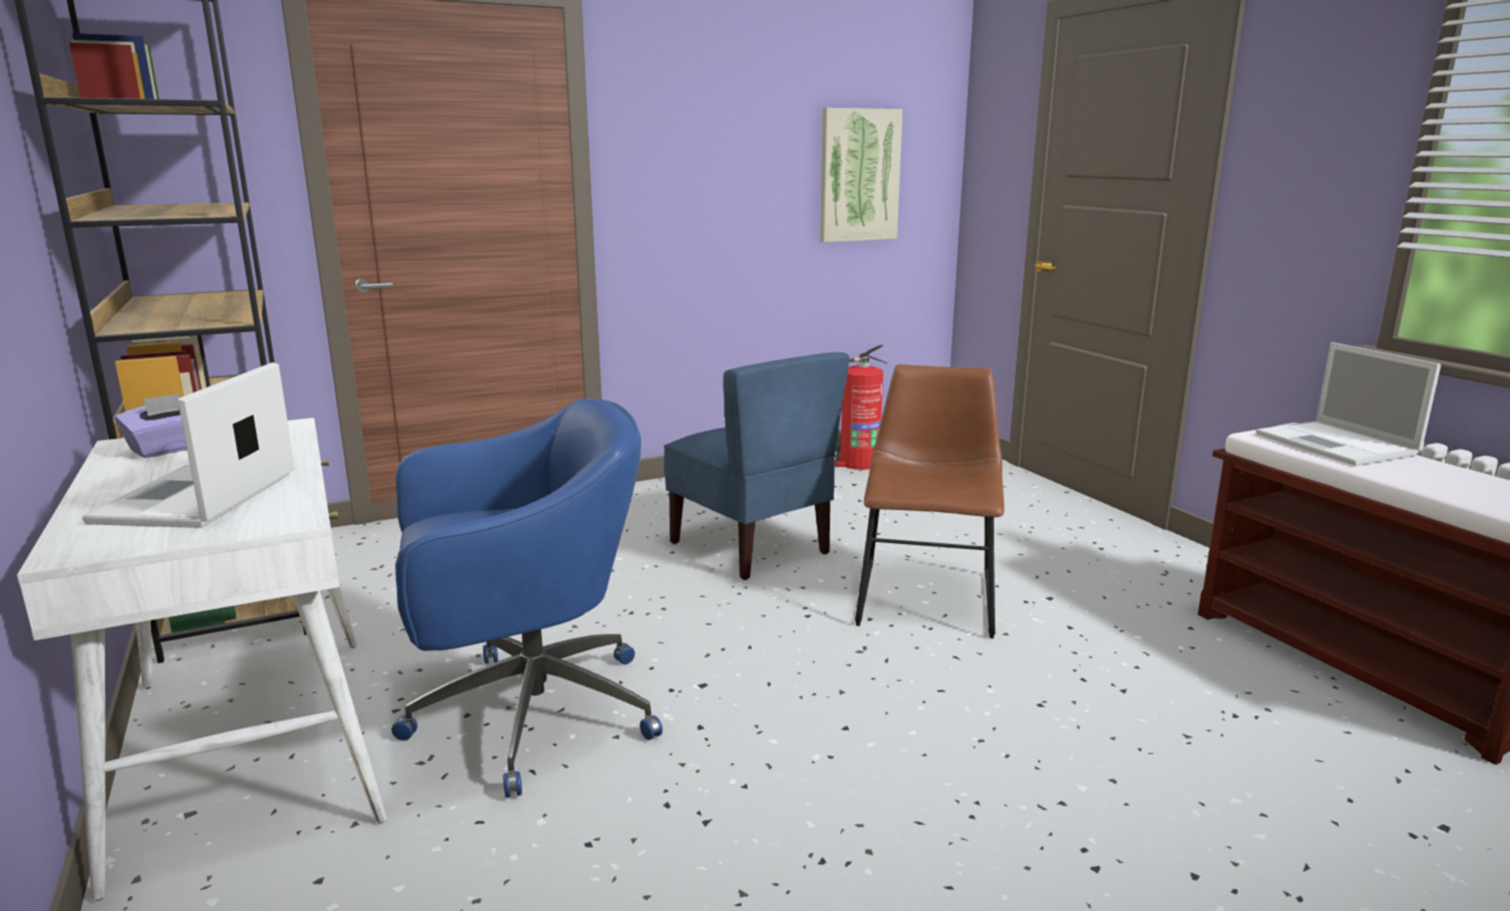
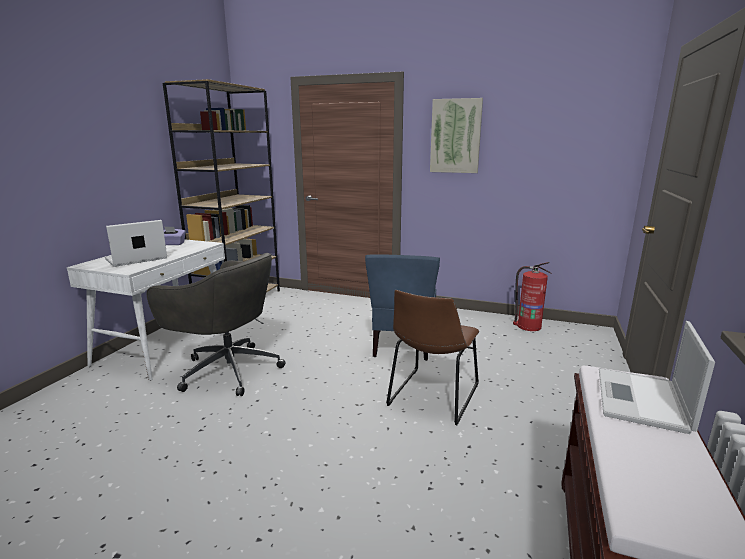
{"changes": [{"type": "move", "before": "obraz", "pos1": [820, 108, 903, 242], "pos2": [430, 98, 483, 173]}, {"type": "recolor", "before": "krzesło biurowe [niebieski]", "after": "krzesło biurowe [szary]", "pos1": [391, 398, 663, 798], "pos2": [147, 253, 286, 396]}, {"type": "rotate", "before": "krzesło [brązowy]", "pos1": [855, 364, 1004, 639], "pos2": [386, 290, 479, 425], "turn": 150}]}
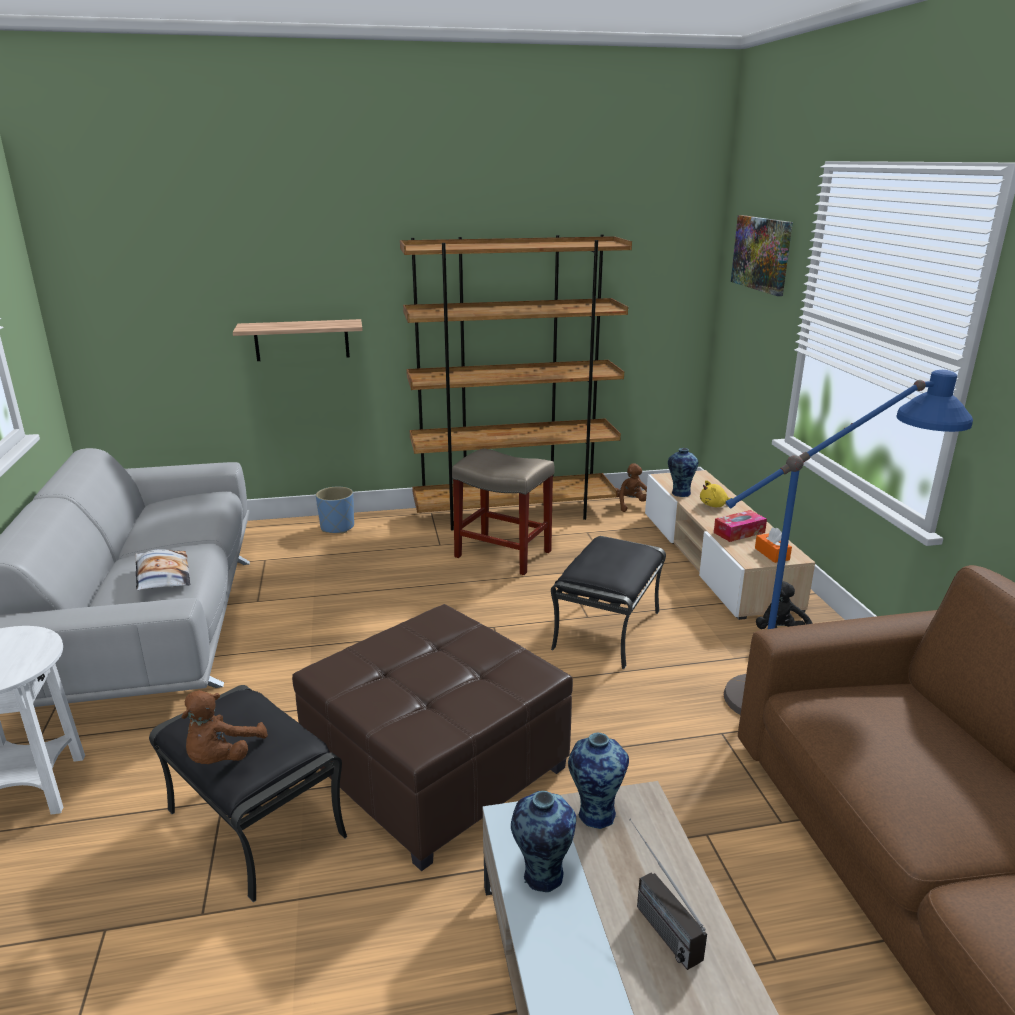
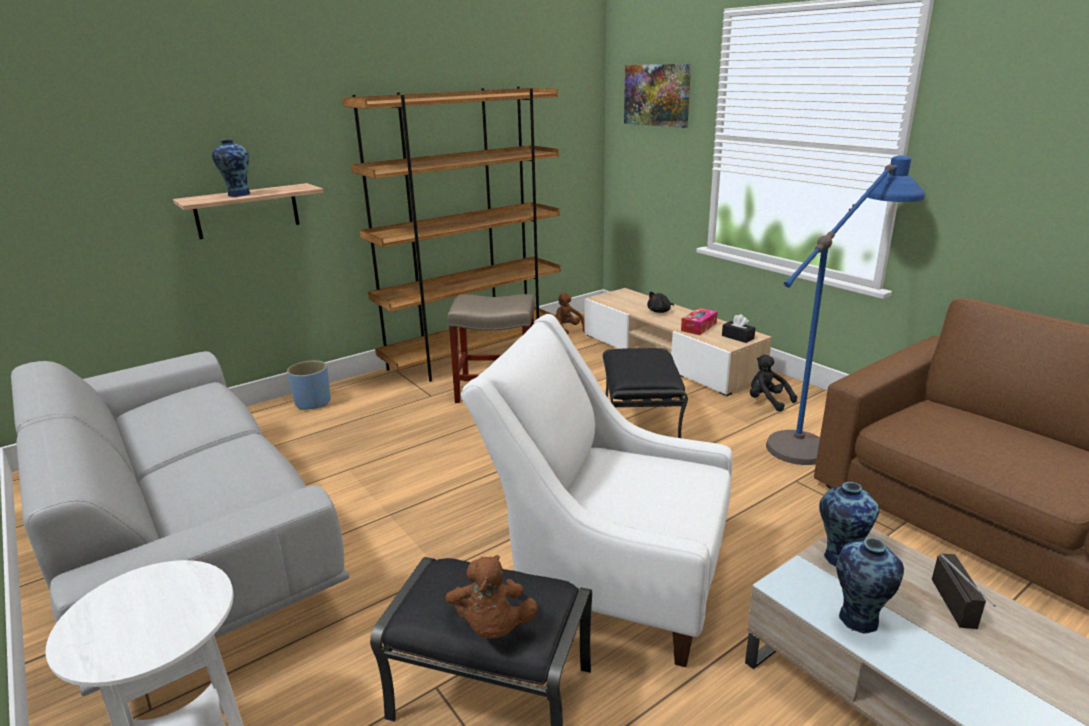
{"changes": [{"type": "delete", "before": "poduszka", "pos1": [135, 549, 191, 591]}, {"type": "move", "before": "wazon", "pos1": [668, 448, 698, 497], "pos2": [212, 139, 250, 197]}, {"type": "replace", "before": "pufa [brązowy]", "after": "fotel [biały]", "pos1": [292, 604, 573, 871], "pos2": [461, 314, 733, 667]}, {"type": "recolor", "before": "pluszak [żółty]", "after": "pluszak [czarny]", "pos1": [700, 480, 733, 507], "pos2": [647, 291, 674, 313]}, {"type": "recolor", "before": "pudełko chusteczek [pomarańczowy]", "after": "pudełko chusteczek [czarny]", "pos1": [755, 527, 792, 563], "pos2": [722, 314, 755, 343]}, {"type": "rotate", "before": "radio", "pos1": [629, 819, 707, 970], "pos2": [932, 554, 996, 629], "turn": -120}]}
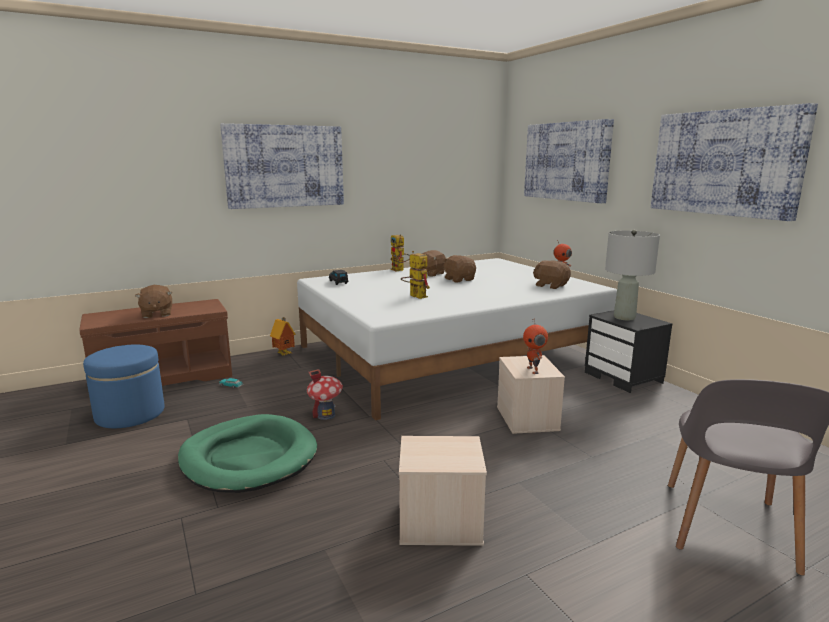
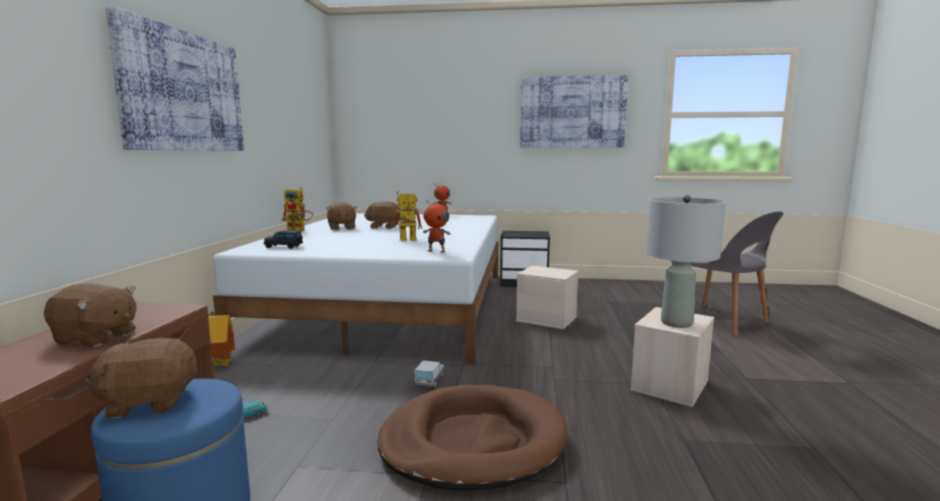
{"changes": [{"type": "delete", "before": "obraz", "pos1": [524, 119, 614, 203]}, {"type": "move", "before": "robot zabawkowy", "pos1": [523, 318, 548, 374], "pos2": [423, 200, 451, 253]}, {"type": "move", "before": "pluszak [brązowy]", "pos1": [533, 260, 571, 289], "pos2": [85, 338, 198, 419]}, {"type": "move", "before": "lampa stołowa [szary]", "pos1": [605, 230, 660, 320], "pos2": [646, 195, 726, 328]}, {"type": "replace", "before": "domek", "after": "ciężarówka zabawkowa", "pos1": [307, 369, 343, 420], "pos2": [415, 360, 444, 388]}, {"type": "recolor", "before": "legowisko [zielony]", "after": "legowisko [brązowy]", "pos1": [178, 414, 317, 493], "pos2": [377, 385, 568, 491]}]}
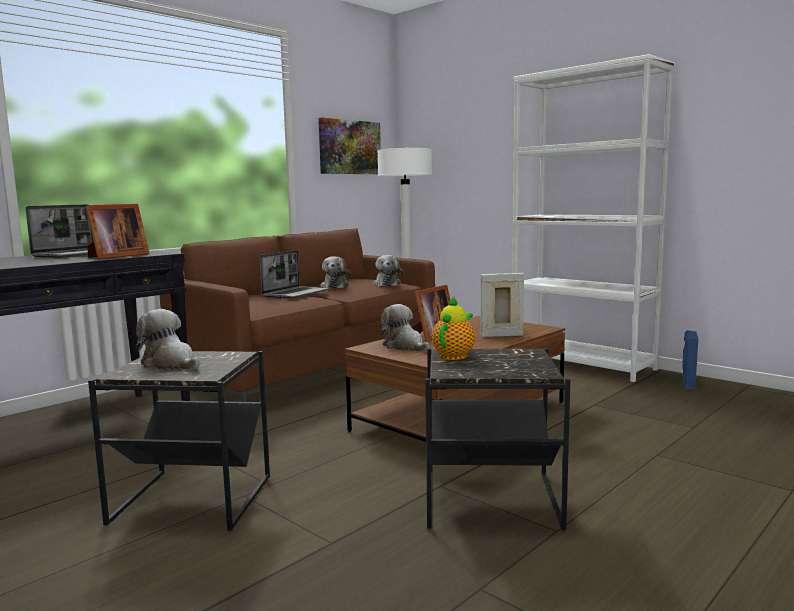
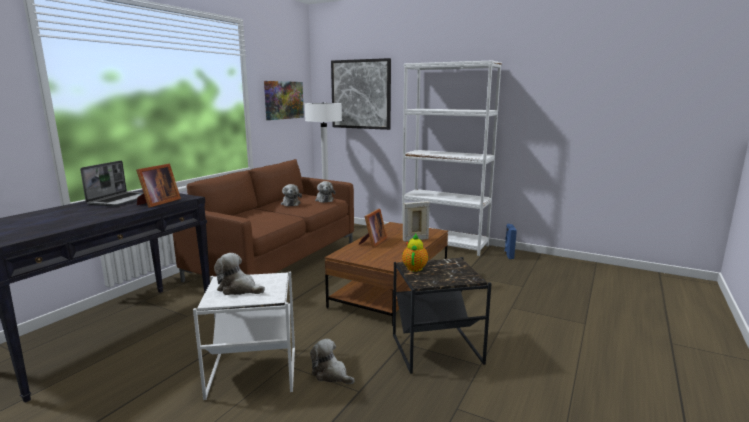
{"changes": [{"type": "delete", "before": "laptop", "pos1": [260, 250, 329, 299]}, {"type": "insert", "after": "obraz", "pos2": [331, 58, 391, 130]}, {"type": "move", "before": "pluszak", "pos1": [381, 304, 430, 352], "pos2": [310, 339, 355, 384]}, {"type": "recolor", "before": "stolik [czarny]", "after": "stolik [biały]", "pos1": [88, 351, 270, 531], "pos2": [193, 272, 295, 400]}]}
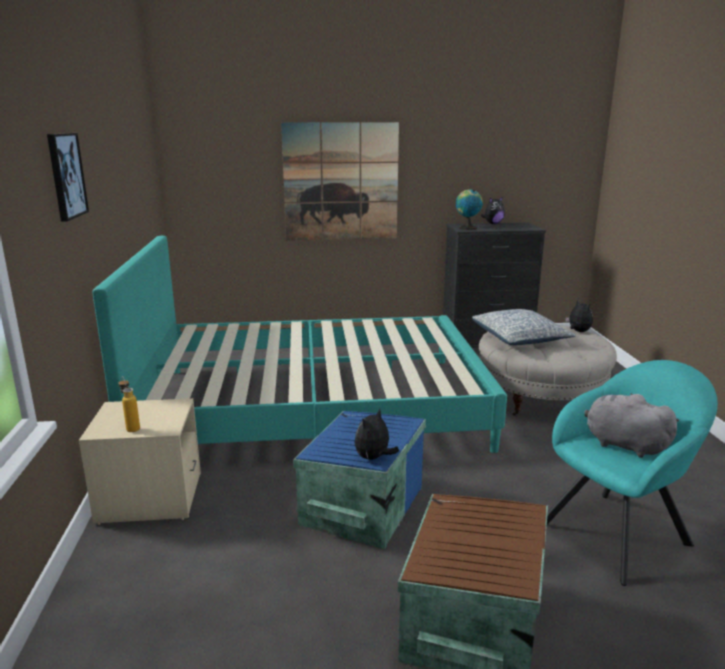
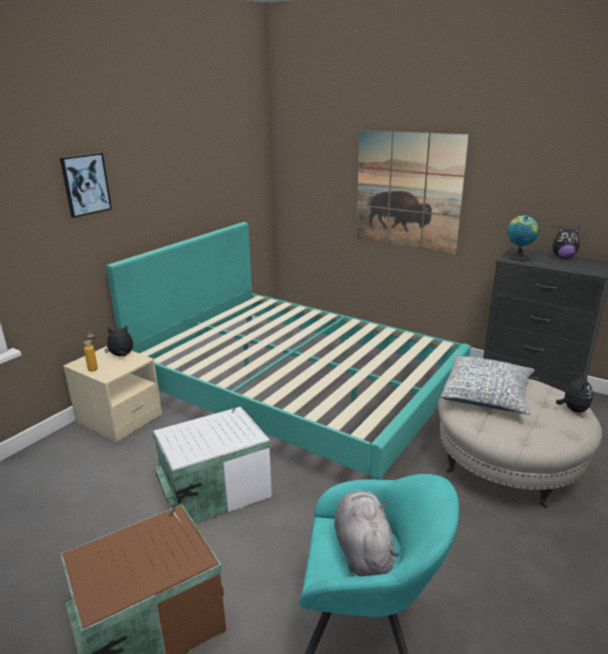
{"changes": [{"type": "move", "before": "pluszak", "pos1": [354, 408, 399, 460], "pos2": [105, 326, 133, 356]}, {"type": "recolor", "before": "pojemnik do przechowywania [niebieski]", "after": "pojemnik do przechowywania [biały]", "pos1": [293, 411, 426, 549], "pos2": [153, 407, 272, 524]}]}
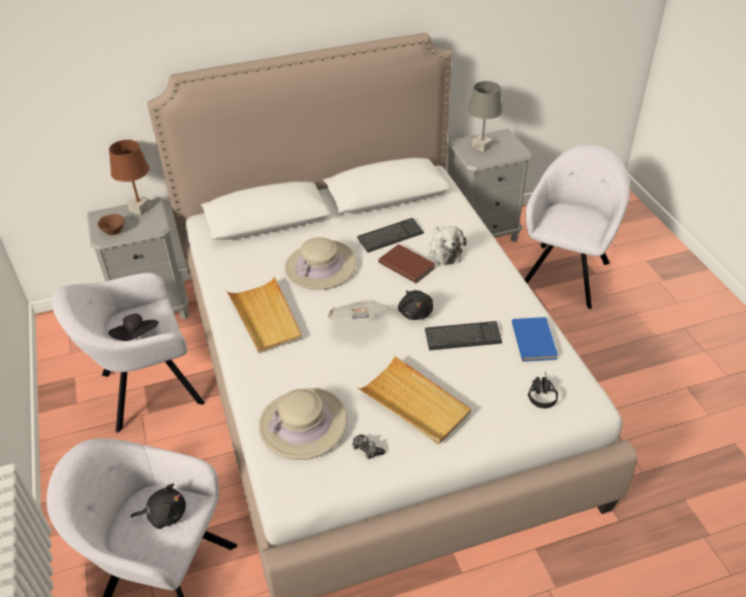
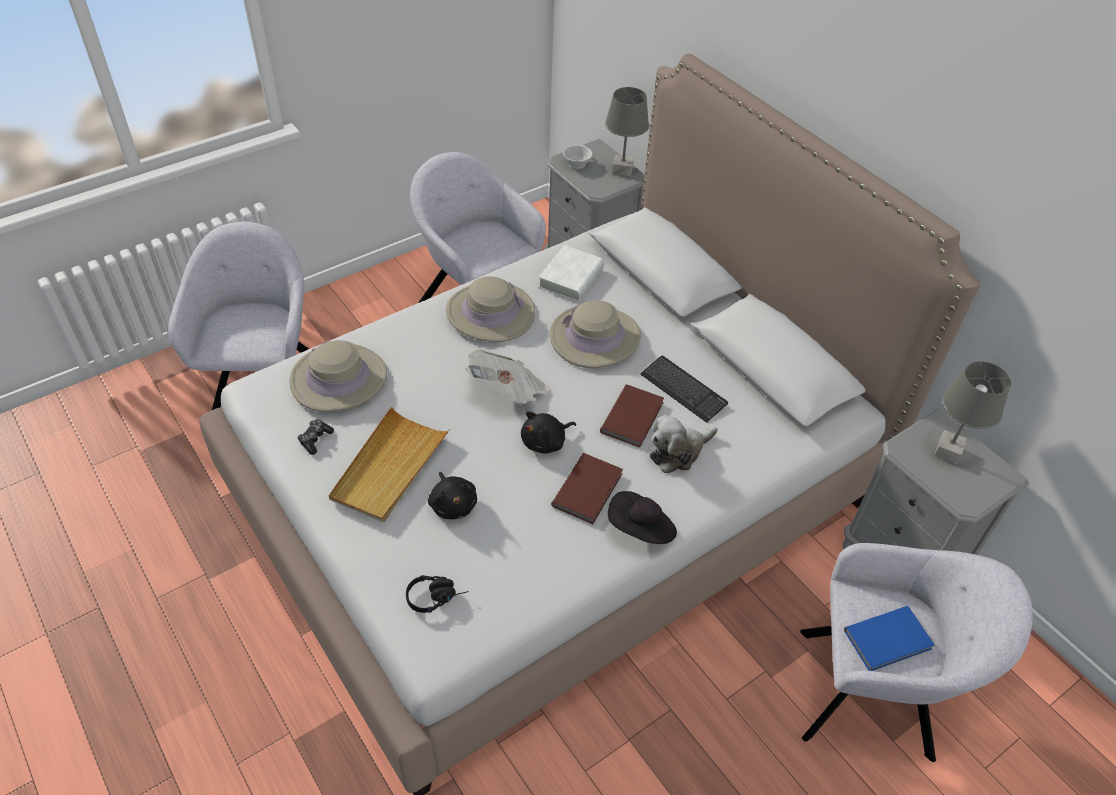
{"changes": [{"type": "delete", "before": "klawiatura", "pos1": [425, 321, 502, 350]}, {"type": "insert", "after": "książka [biały]", "pos2": [539, 245, 604, 301]}, {"type": "insert", "after": "książka [brązowy]", "pos2": [551, 453, 623, 524]}, {"type": "move", "before": "kapelusz [czarny]", "pos1": [108, 314, 159, 341], "pos2": [608, 491, 677, 544]}, {"type": "move", "before": "pluszak [czarny]", "pos1": [131, 483, 186, 529], "pos2": [428, 472, 477, 519]}, {"type": "move", "before": "książka [niebieski]", "pos1": [512, 317, 558, 362], "pos2": [844, 606, 935, 671]}, {"type": "replace", "before": "taca [beżowy]", "after": "kapelusz [beżowy]", "pos1": [227, 277, 302, 353], "pos2": [446, 277, 535, 342]}, {"type": "recolor", "before": "filiżanka [brązowy]", "after": "filiżanka [biały]", "pos1": [98, 214, 124, 236], "pos2": [563, 145, 592, 169]}, {"type": "recolor", "before": "lampa stołowa [brązowy]", "after": "lampa stołowa [szary]", "pos1": [109, 140, 151, 215], "pos2": [605, 87, 649, 176]}]}
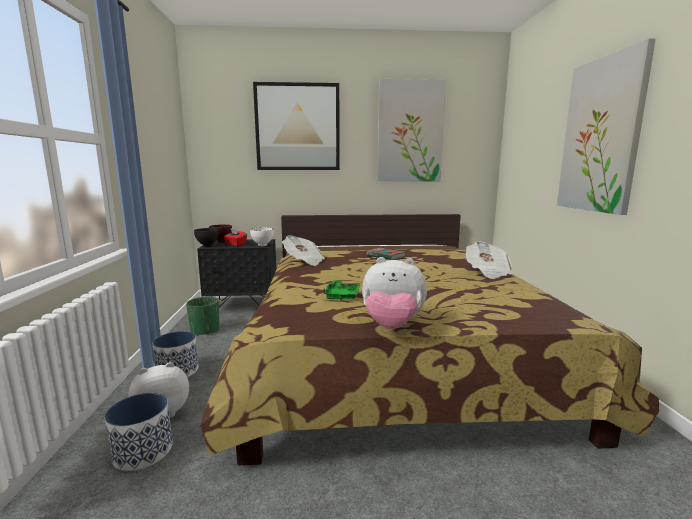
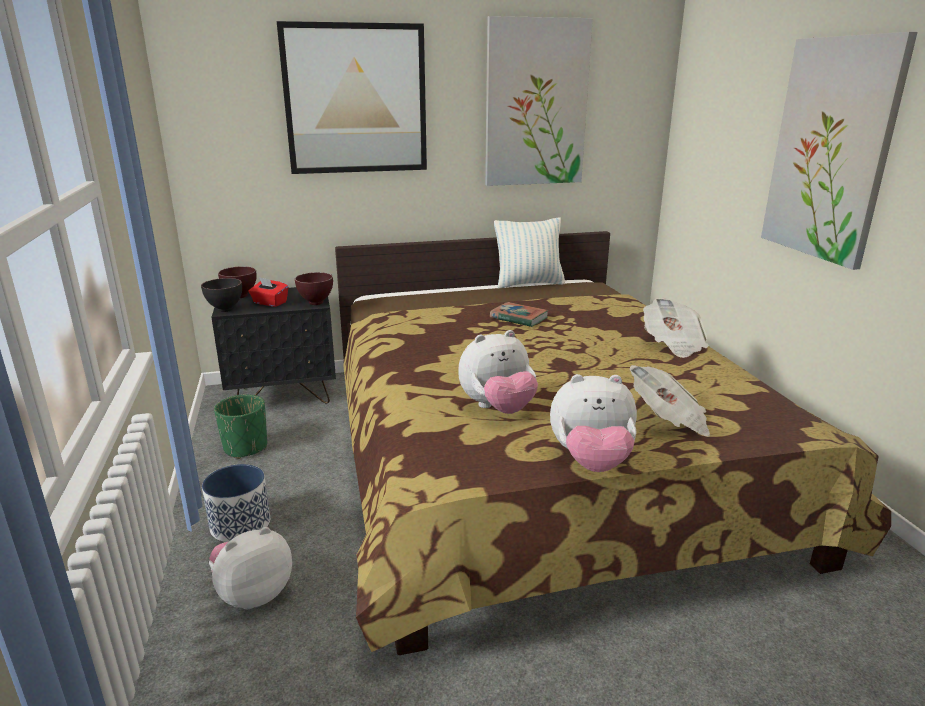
{"changes": [{"type": "delete", "before": "donica", "pos1": [105, 393, 173, 471]}, {"type": "insert", "after": "poduszka", "pos2": [494, 217, 565, 288]}, {"type": "move", "before": "gazeta", "pos1": [282, 235, 325, 266], "pos2": [630, 365, 710, 437]}, {"type": "replace", "before": "taca [zielony]", "after": "pluszak", "pos1": [323, 280, 361, 301], "pos2": [458, 330, 538, 414]}, {"type": "recolor", "before": "miska [biały]", "after": "miska [brązowy]", "pos1": [250, 227, 274, 246], "pos2": [295, 272, 333, 305]}]}
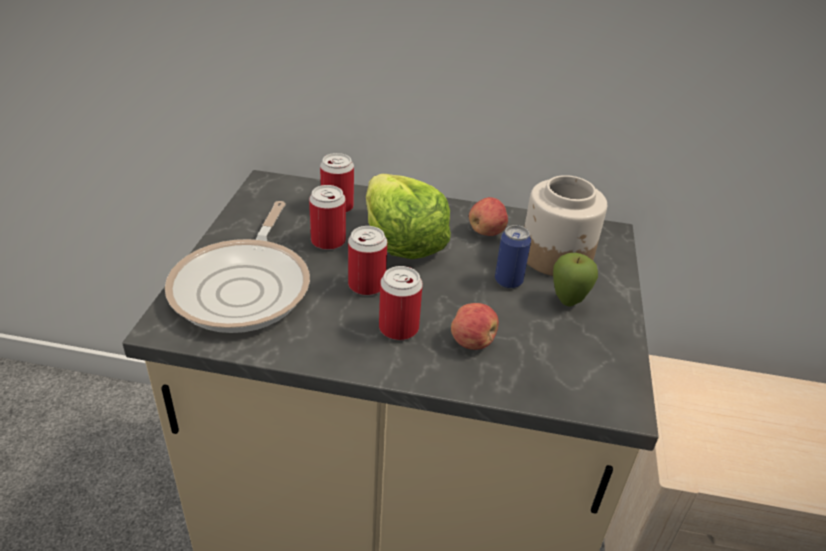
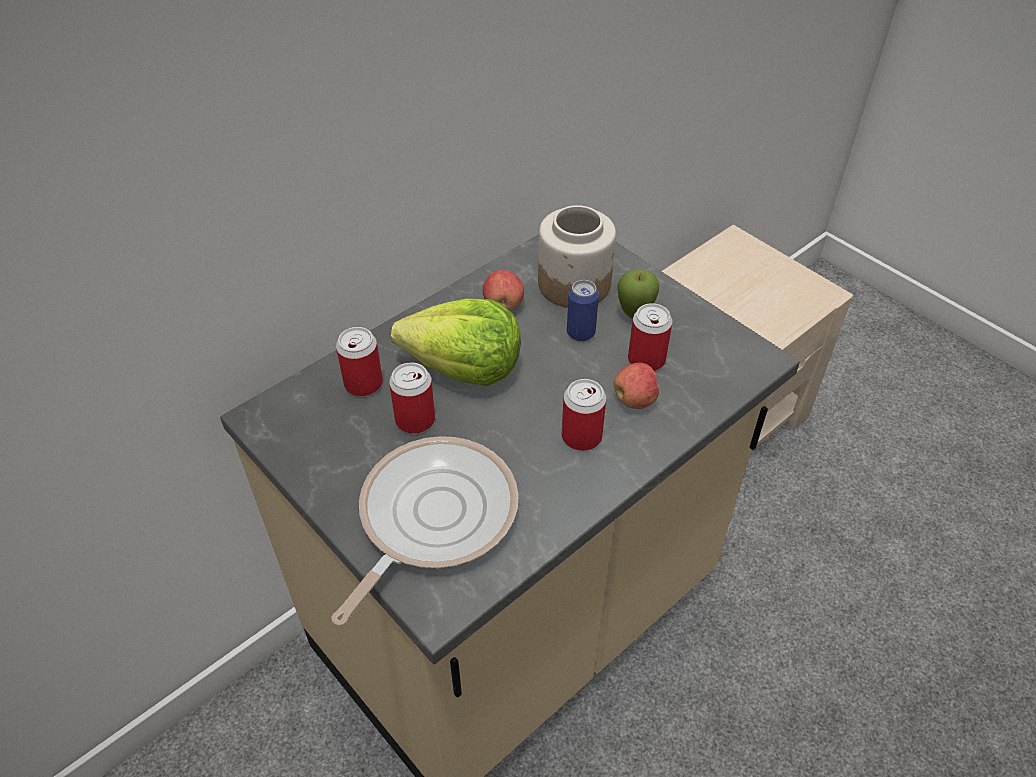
{"changes": [{"type": "move", "before": "puszka", "pos1": [348, 226, 387, 295], "pos2": [628, 303, 672, 371]}, {"type": "rotate", "before": "patelnia", "pos1": [165, 201, 310, 333], "pos2": [331, 436, 519, 626], "turn": -105}]}
